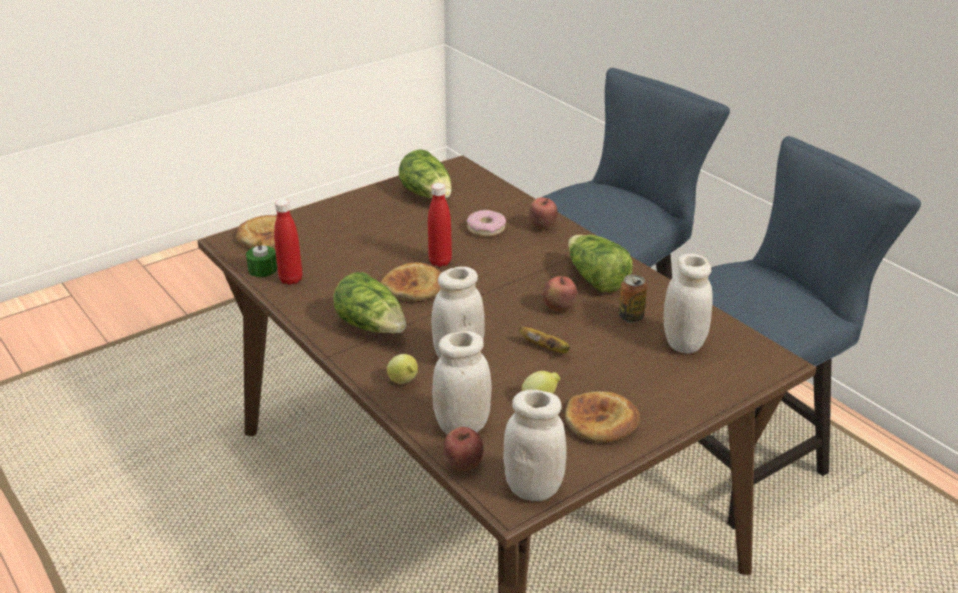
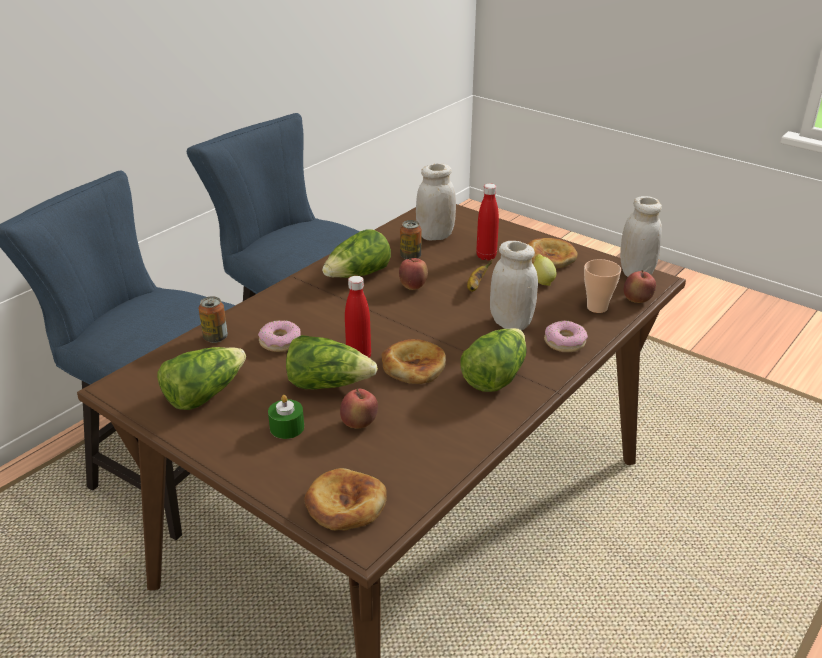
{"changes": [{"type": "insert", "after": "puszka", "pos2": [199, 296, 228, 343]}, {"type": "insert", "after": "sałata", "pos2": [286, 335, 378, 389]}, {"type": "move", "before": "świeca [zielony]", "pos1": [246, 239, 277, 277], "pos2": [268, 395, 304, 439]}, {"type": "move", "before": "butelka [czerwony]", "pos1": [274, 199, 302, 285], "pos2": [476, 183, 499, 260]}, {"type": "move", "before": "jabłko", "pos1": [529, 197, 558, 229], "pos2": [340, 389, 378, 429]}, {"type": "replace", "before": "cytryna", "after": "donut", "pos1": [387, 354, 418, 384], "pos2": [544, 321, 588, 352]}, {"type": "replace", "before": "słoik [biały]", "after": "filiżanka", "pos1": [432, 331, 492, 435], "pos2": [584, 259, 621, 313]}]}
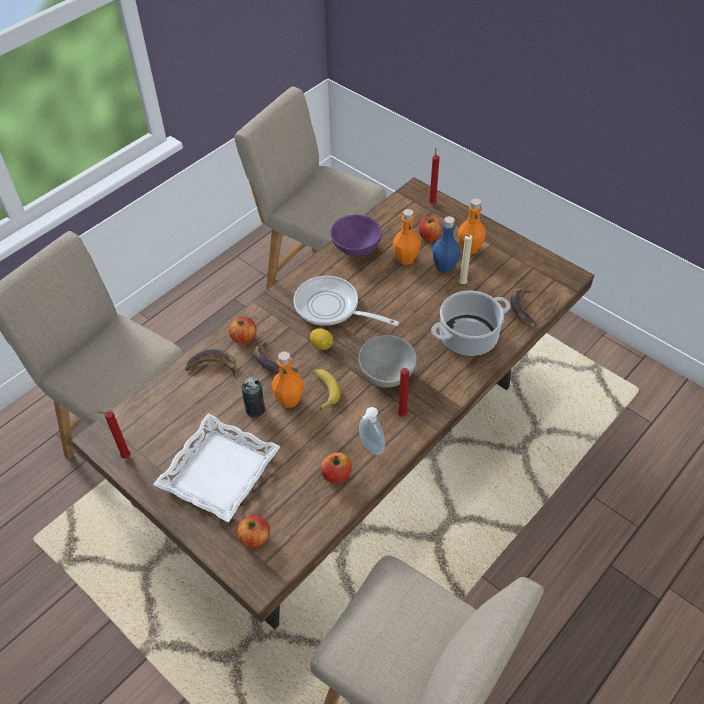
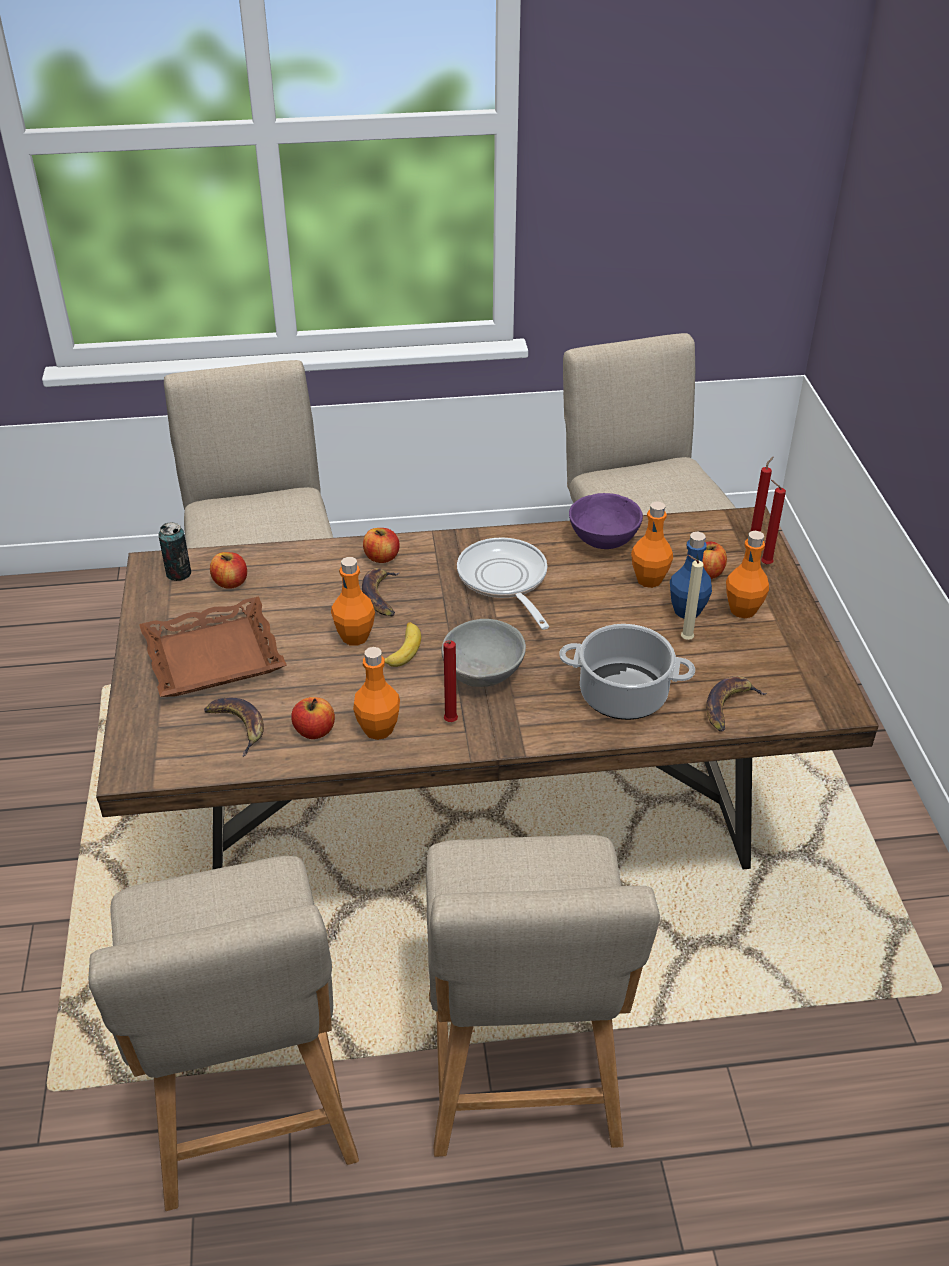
{"changes": [{"type": "delete", "before": "cytryna", "pos1": [310, 328, 333, 350]}, {"type": "insert", "after": "krzesło [beżowy]", "pos2": [426, 835, 660, 1157]}, {"type": "move", "before": "świeca [czerwony]", "pos1": [97, 411, 131, 459], "pos2": [761, 480, 786, 565]}, {"type": "move", "before": "banan", "pos1": [185, 349, 236, 379], "pos2": [204, 697, 264, 757]}, {"type": "move", "before": "jabłko", "pos1": [237, 515, 270, 548], "pos2": [210, 552, 247, 589]}, {"type": "move", "before": "puszka", "pos1": [241, 377, 265, 418], "pos2": [158, 522, 191, 581]}, {"type": "replace", "before": "dozownik mydła", "after": "butelka [pomarańczowy]", "pos1": [359, 407, 385, 455], "pos2": [353, 647, 400, 740]}, {"type": "recolor", "before": "taca [biały]", "after": "taca [brązowy]", "pos1": [153, 414, 281, 522], "pos2": [139, 597, 287, 697]}]}
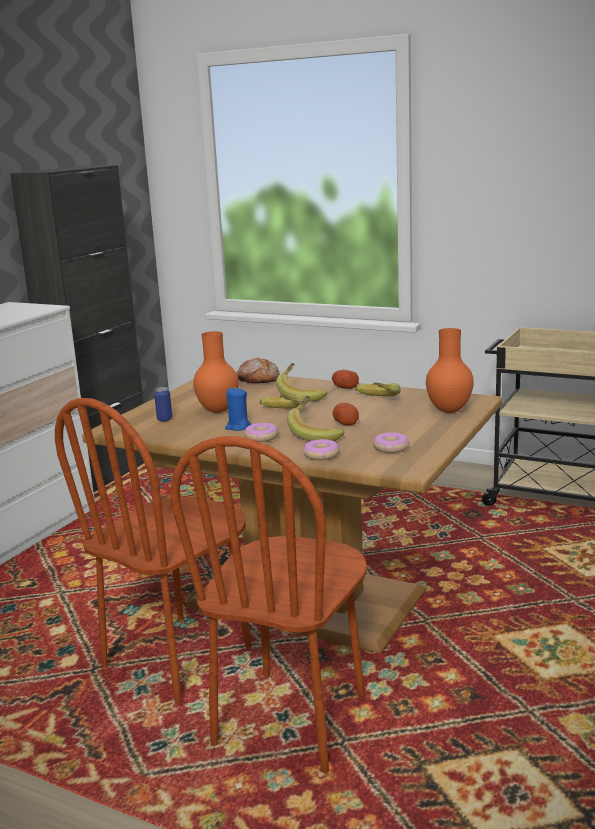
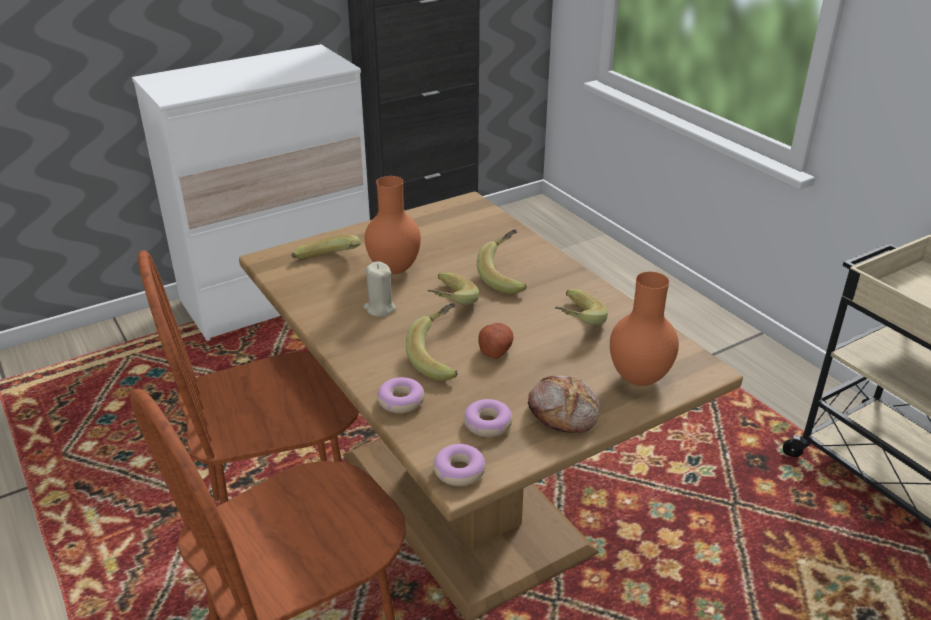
{"changes": [{"type": "delete", "before": "ziemniak", "pos1": [332, 370, 359, 389]}, {"type": "move", "before": "chleb", "pos1": [237, 358, 280, 383], "pos2": [528, 376, 600, 433]}, {"type": "move", "before": "donut", "pos1": [244, 423, 279, 442], "pos2": [433, 444, 486, 486]}, {"type": "replace", "before": "puszka", "after": "banan", "pos1": [154, 387, 172, 421], "pos2": [291, 235, 361, 258]}, {"type": "recolor", "before": "świeca [niebieski]", "after": "świeca [beżowy]", "pos1": [225, 387, 251, 431], "pos2": [364, 261, 396, 317]}]}
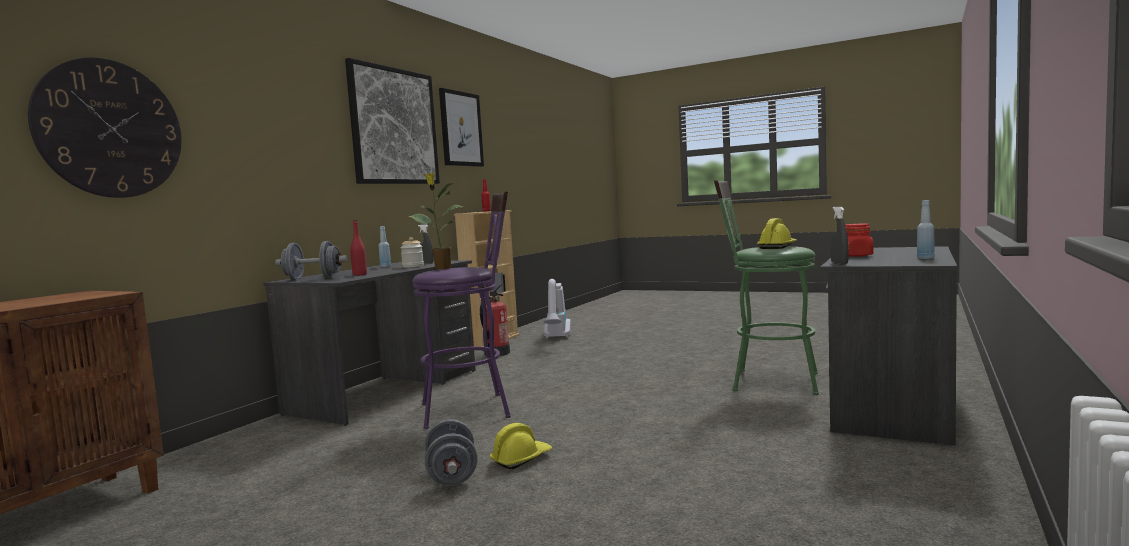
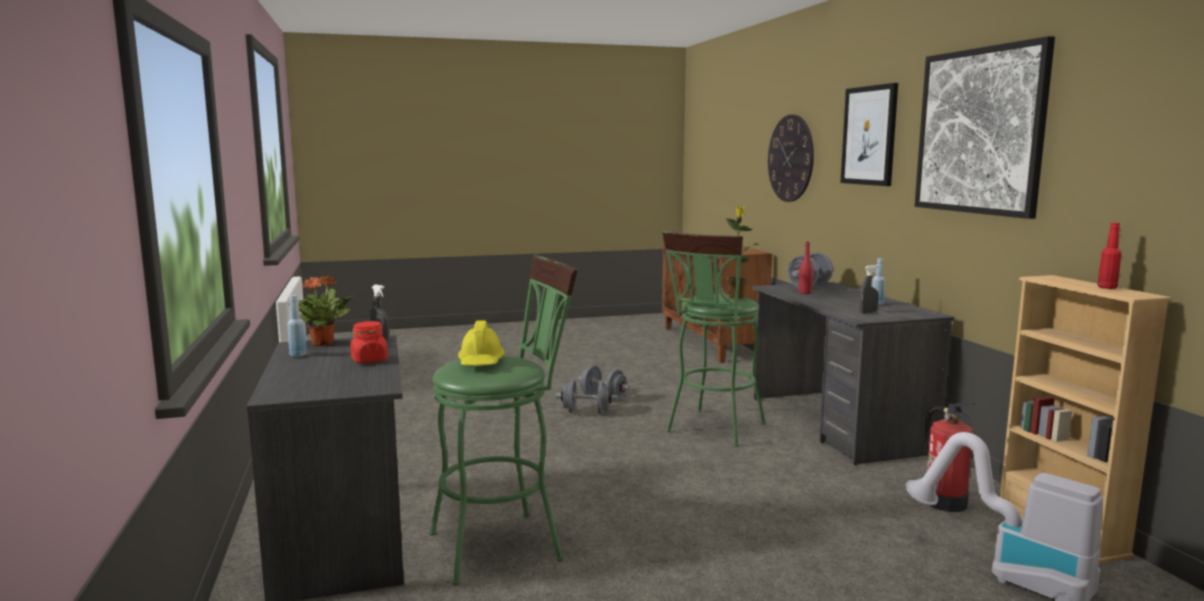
{"changes": [{"type": "delete", "before": "słoik", "pos1": [401, 237, 424, 267]}, {"type": "insert", "after": "roślina doniczkowa", "pos2": [288, 276, 353, 346]}, {"type": "move", "before": "obraz", "pos1": [439, 88, 484, 167], "pos2": [840, 83, 898, 186]}, {"type": "replace", "before": "kask [żółty]", "after": "hantel [szary]", "pos1": [490, 423, 552, 469], "pos2": [556, 379, 618, 414]}, {"type": "recolor", "before": "stołek [fioletowy]", "after": "stołek [zielony]", "pos1": [413, 191, 511, 429], "pos2": [662, 231, 766, 447]}]}
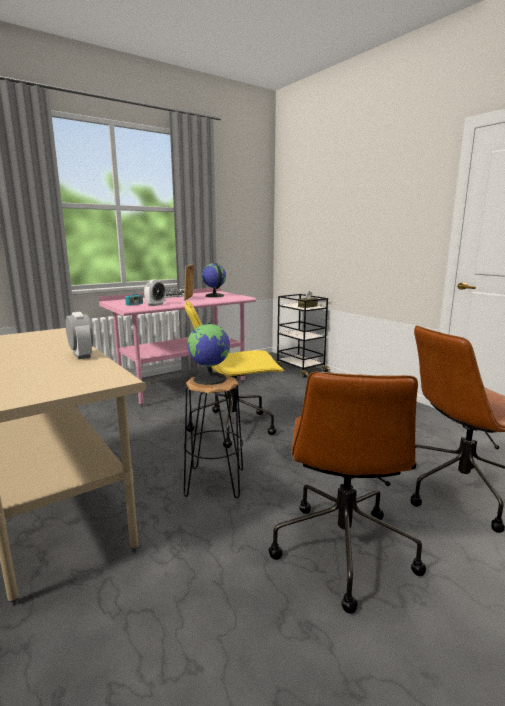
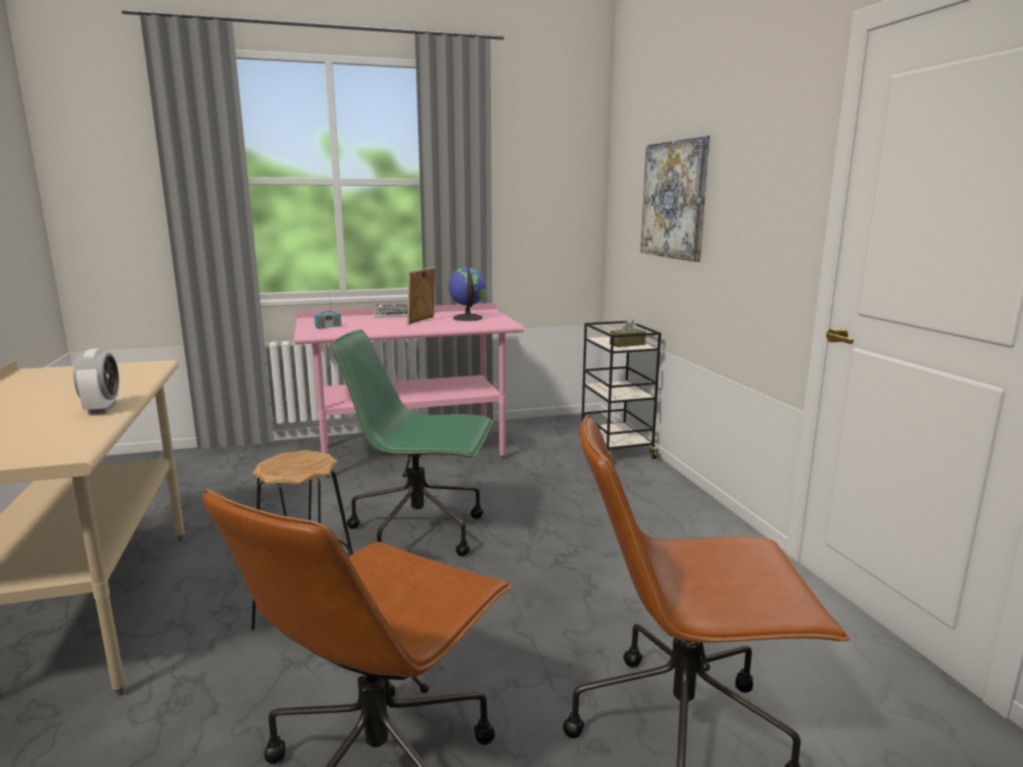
{"changes": [{"type": "delete", "before": "budzik", "pos1": [144, 280, 166, 306]}, {"type": "delete", "before": "globus", "pos1": [187, 322, 230, 385]}, {"type": "insert", "after": "obraz", "pos2": [640, 135, 710, 262]}, {"type": "recolor", "before": "krzesło biurowe [żółty]", "after": "krzesło biurowe [zielony]", "pos1": [184, 300, 284, 448], "pos2": [332, 330, 493, 556]}]}
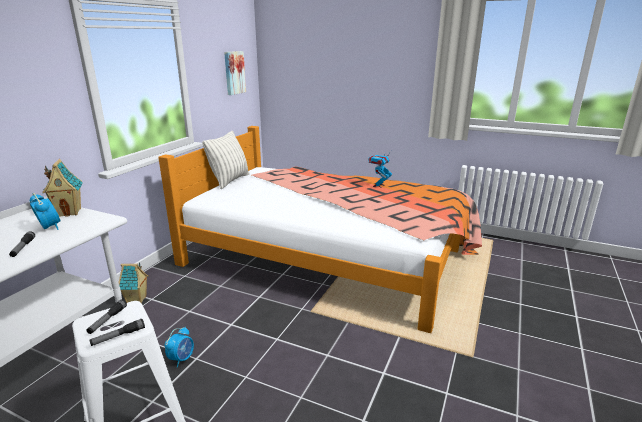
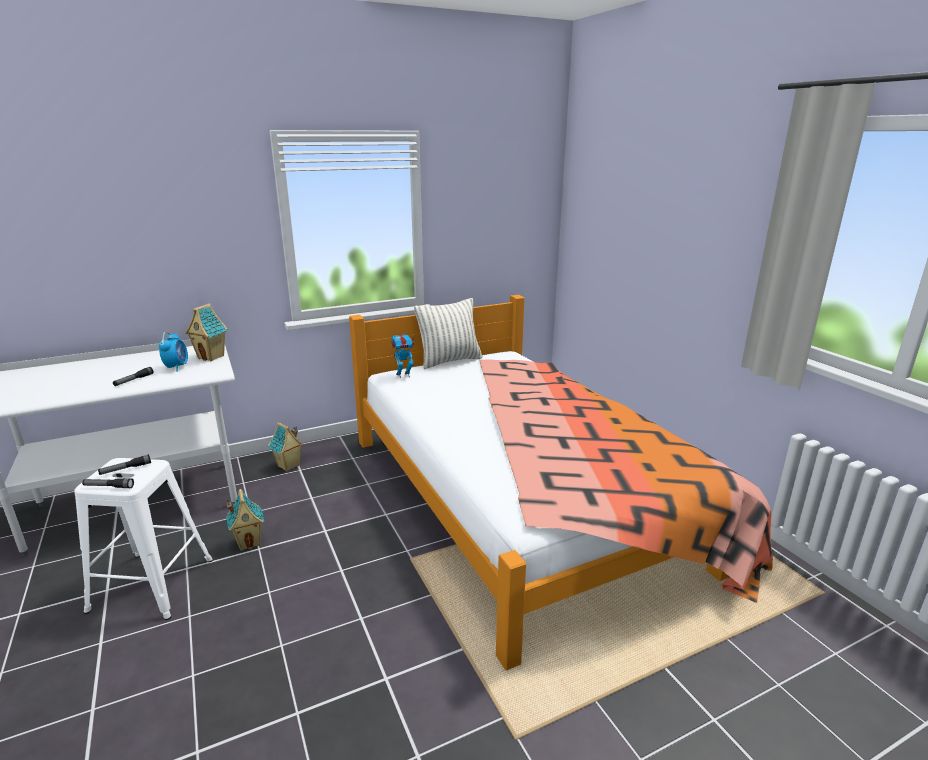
{"changes": [{"type": "delete", "before": "obraz", "pos1": [224, 51, 246, 95]}, {"type": "move", "before": "robot zabawkowy", "pos1": [368, 151, 392, 188], "pos2": [391, 333, 414, 378]}, {"type": "replace", "before": "budzik", "after": "domek", "pos1": [165, 327, 194, 368], "pos2": [226, 489, 265, 551]}]}
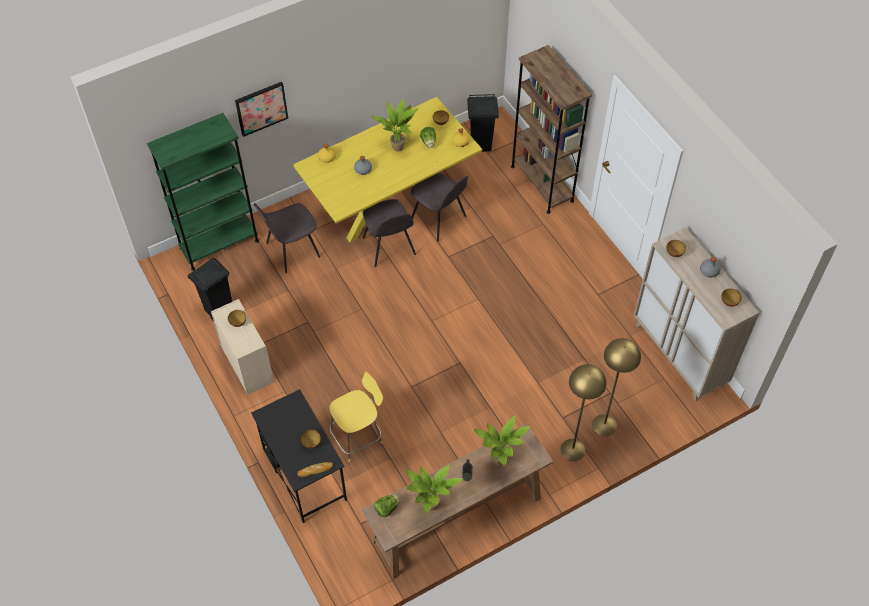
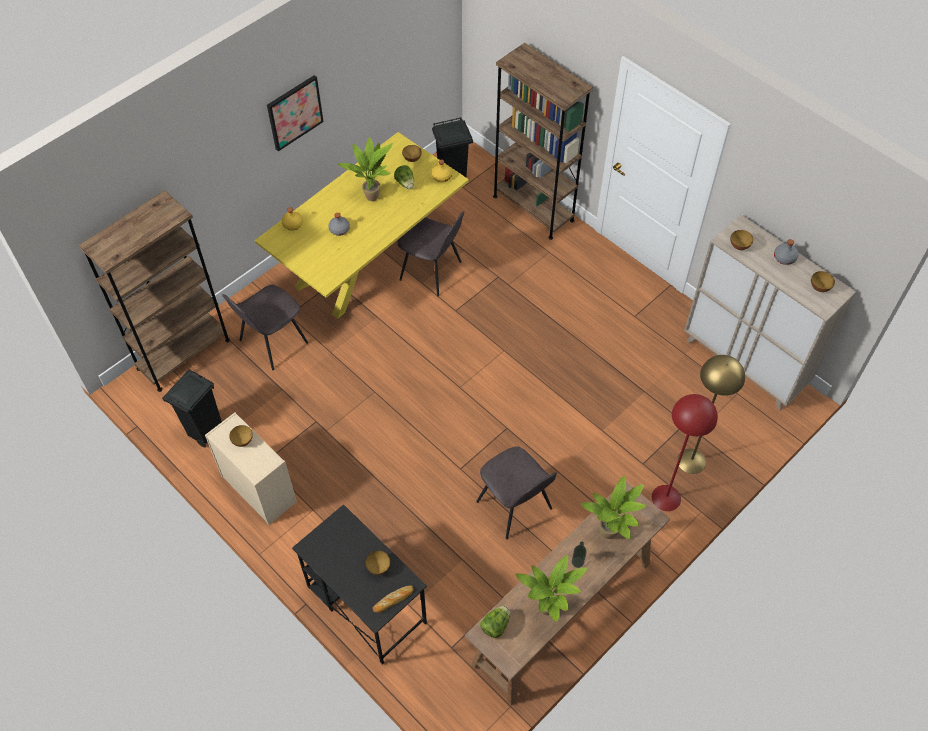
{"changes": [{"type": "delete", "before": "stołek [żółty]", "pos1": [329, 372, 383, 462]}, {"type": "move", "before": "obraz", "pos1": [235, 82, 288, 137], "pos2": [267, 75, 323, 151]}, {"type": "move", "before": "krzesło [szary]", "pos1": [362, 199, 416, 267], "pos2": [476, 446, 557, 539]}, {"type": "recolor", "before": "regał [zielony]", "after": "regał [brązowy]", "pos1": [147, 113, 259, 271], "pos2": [78, 190, 230, 392]}, {"type": "recolor", "before": "lampa stojąca [żółty]", "after": "lampa stojąca [czerwony]", "pos1": [560, 364, 606, 461], "pos2": [652, 394, 718, 511]}]}
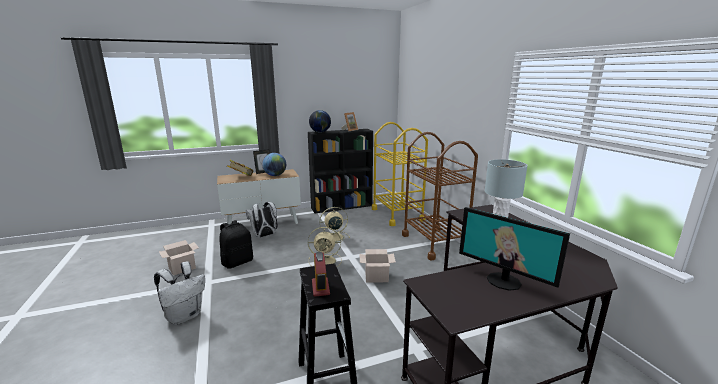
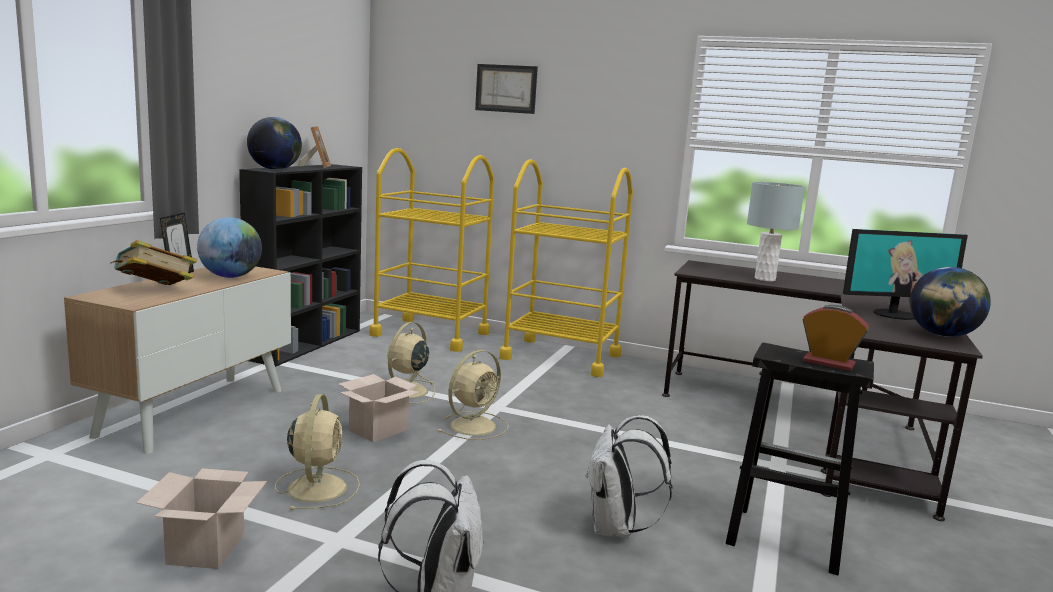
{"changes": [{"type": "insert", "after": "obraz", "pos2": [475, 64, 538, 114]}, {"type": "insert", "after": "globus", "pos2": [910, 267, 991, 337]}, {"type": "move", "before": "plecak [biały]", "pos1": [246, 202, 277, 238], "pos2": [586, 415, 673, 538]}, {"type": "move", "before": "karton", "pos1": [360, 249, 396, 283], "pos2": [339, 374, 421, 442]}, {"type": "replace", "before": "plecak [czarny]", "after": "wentylator [beżowy]", "pos1": [219, 220, 253, 269], "pos2": [275, 394, 360, 510]}, {"type": "recolor", "before": "wózek [brązowy]", "after": "wózek [żółty]", "pos1": [402, 132, 478, 260], "pos2": [499, 159, 633, 377]}]}
